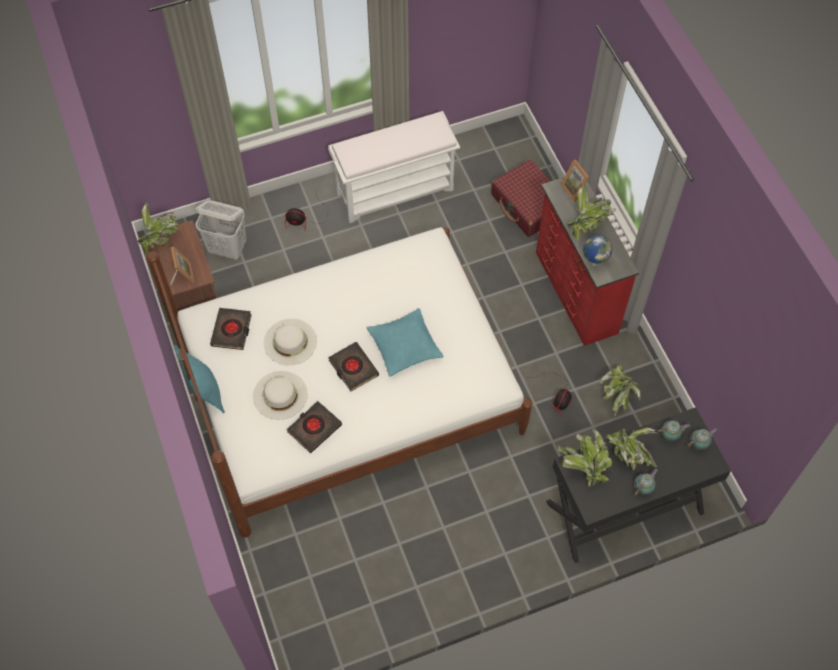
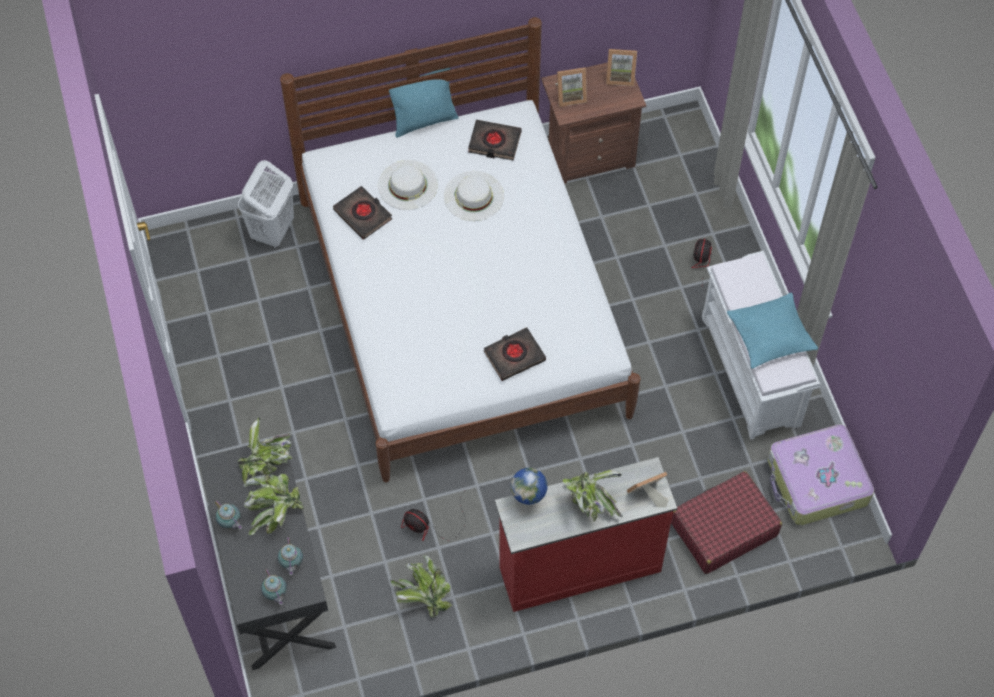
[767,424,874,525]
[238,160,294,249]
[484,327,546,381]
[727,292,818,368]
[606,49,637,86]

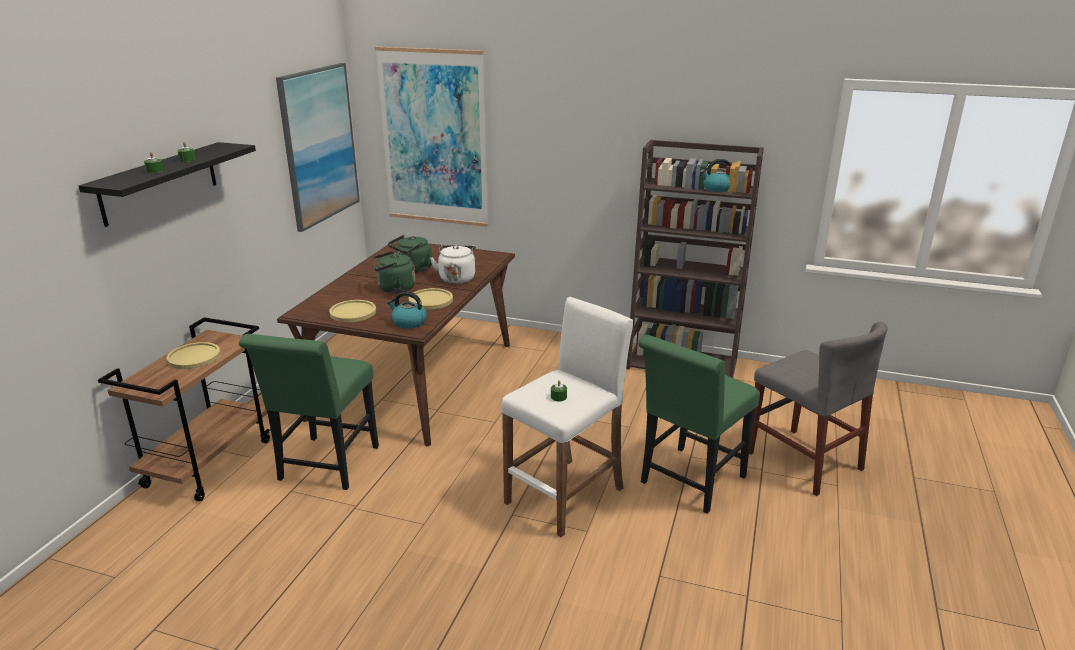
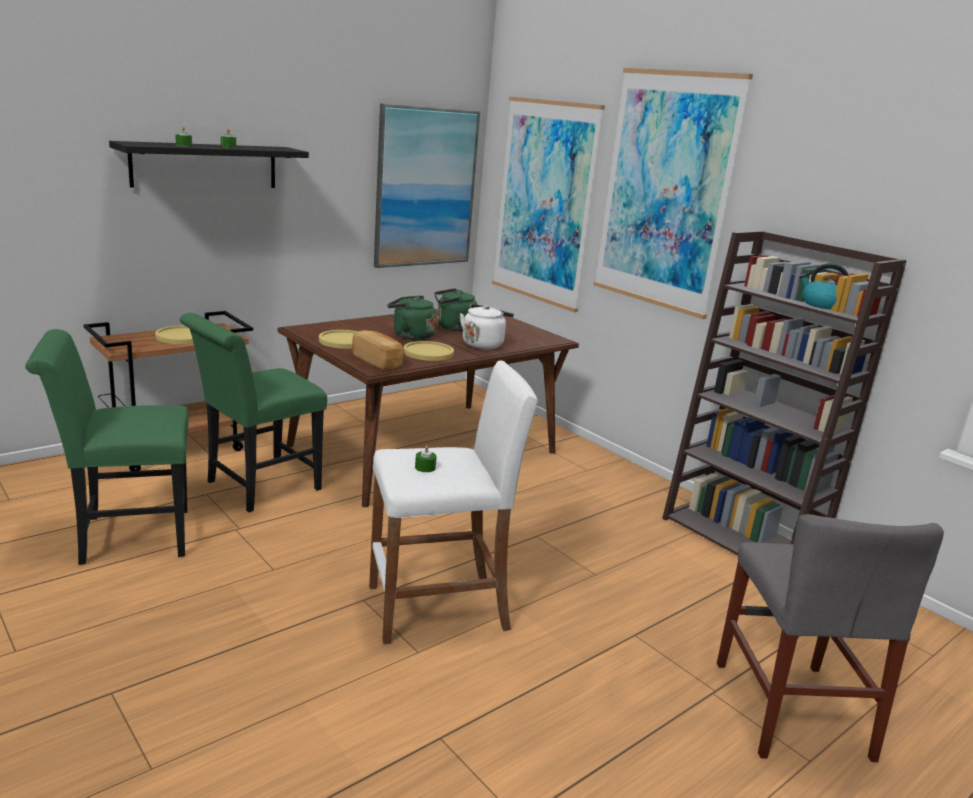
[593,68,753,319]
[25,329,189,565]
[352,330,403,371]

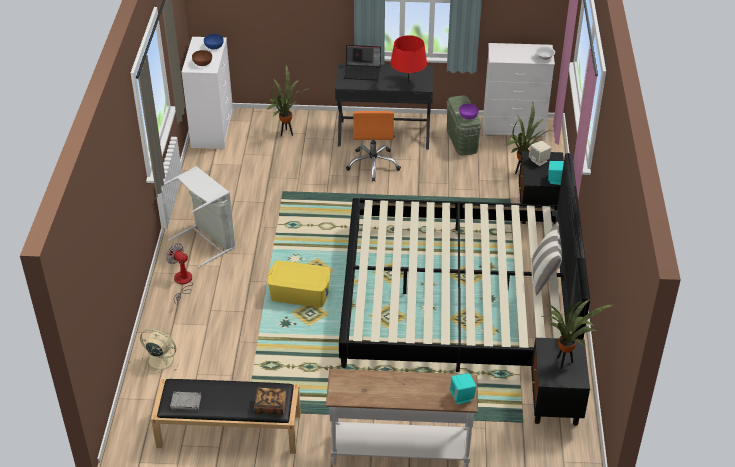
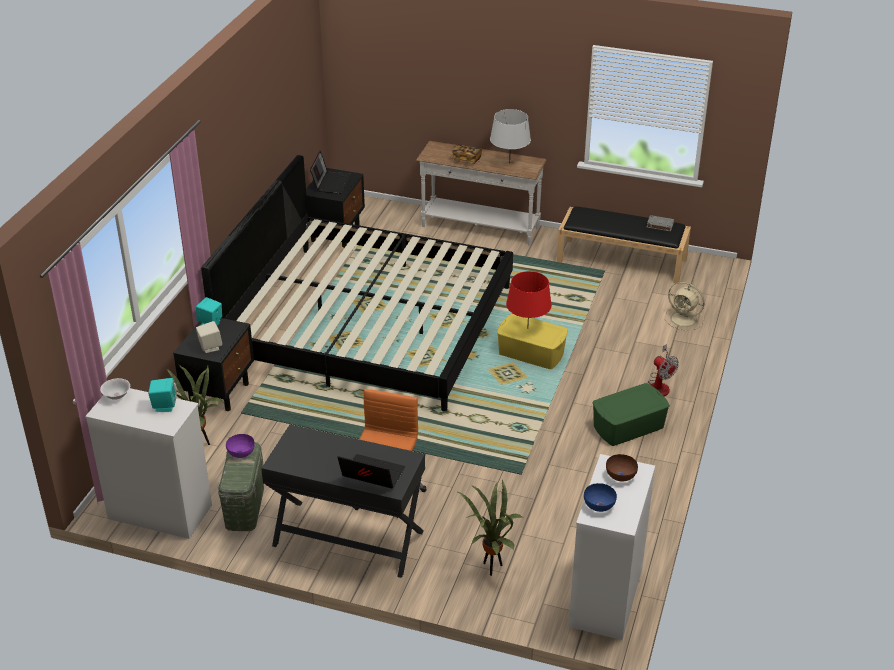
[532,222,562,295] (first image)
[490,109,531,163]
[452,144,482,164]
[506,271,552,329]
[148,378,177,412]
[593,383,670,446]
[310,151,351,194]

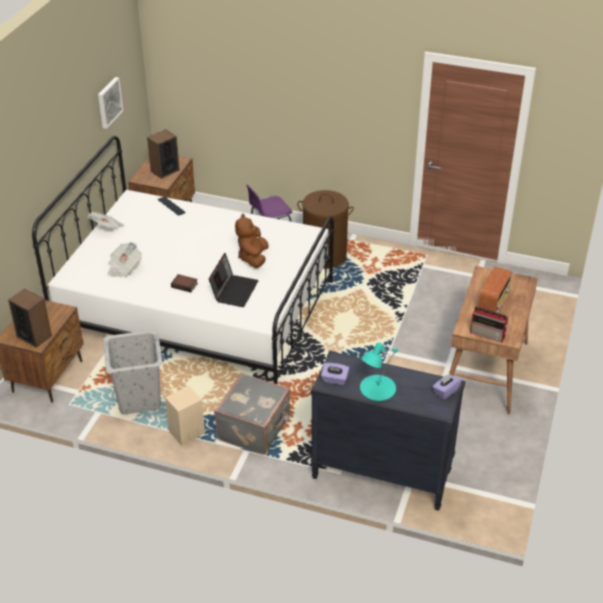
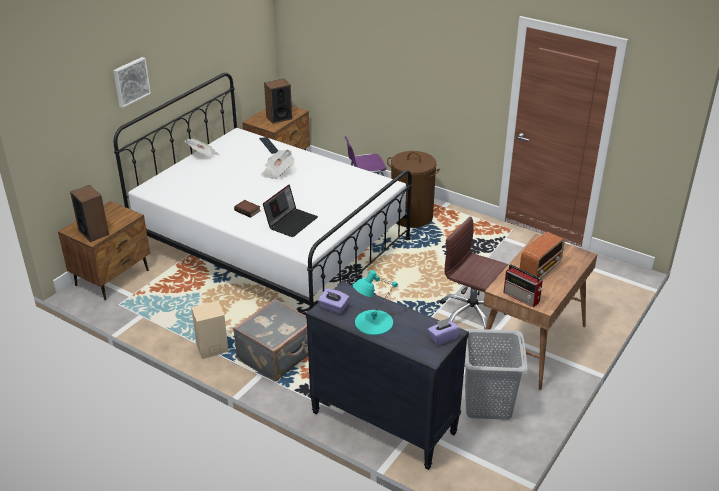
[235,214,269,268] (first image)
[440,216,508,329]
[113,57,151,108]
[464,329,528,420]
[261,150,294,179]

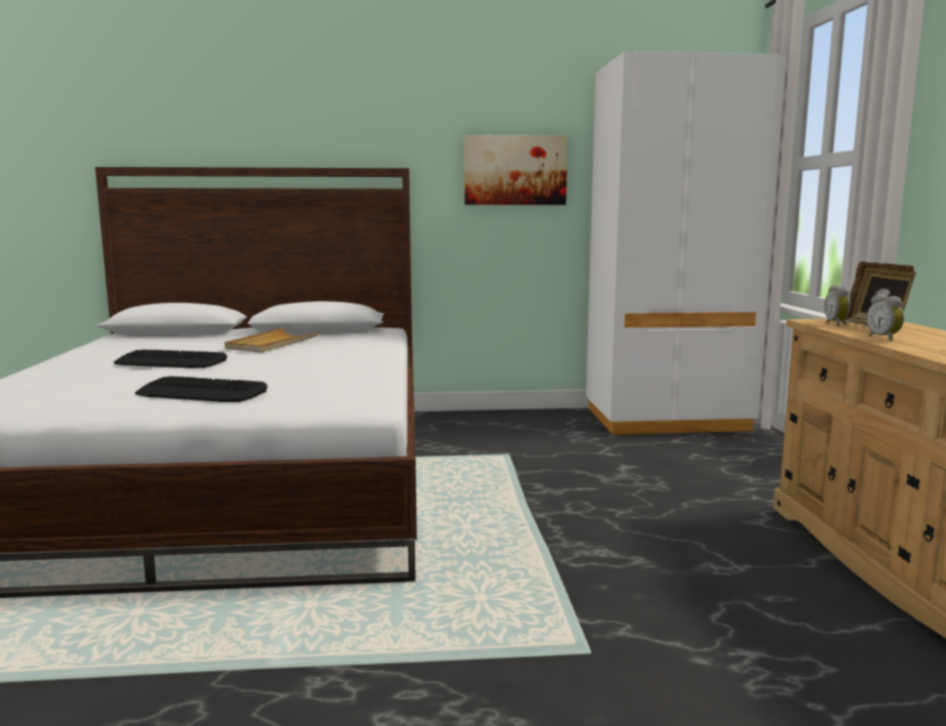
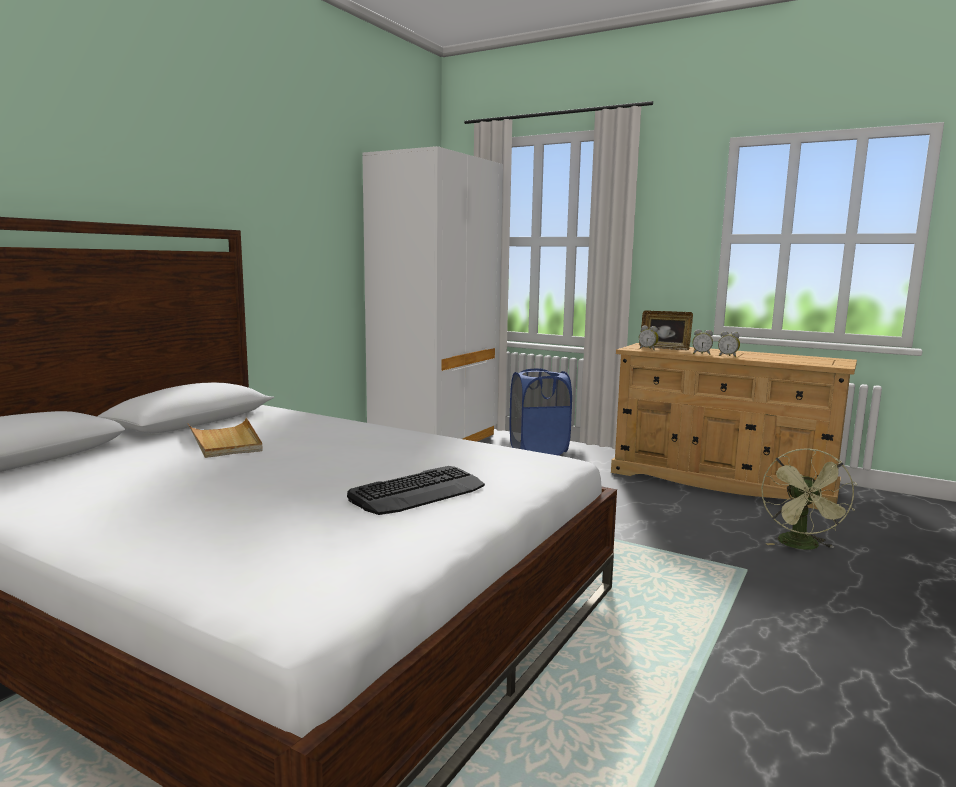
[114,349,227,368] (first image)
[464,135,568,205] (first image)
[510,368,572,456]
[718,331,740,358]
[761,448,857,550]

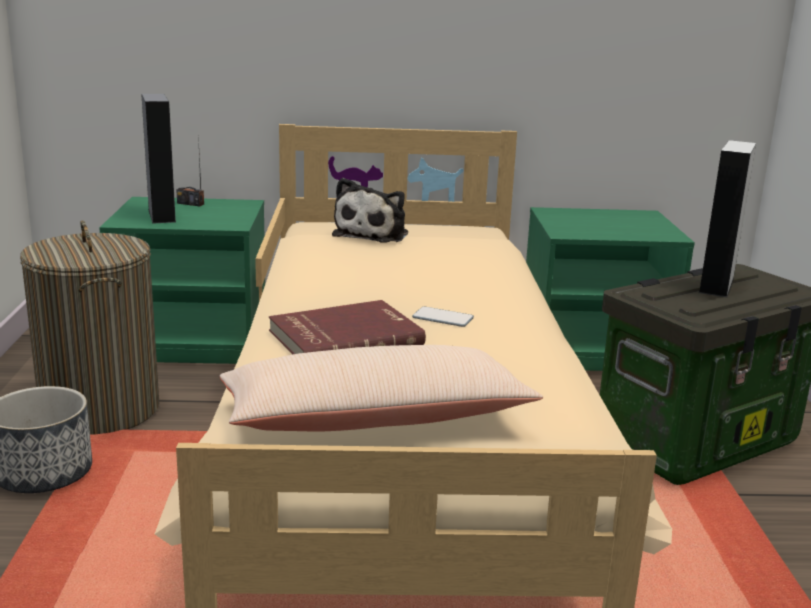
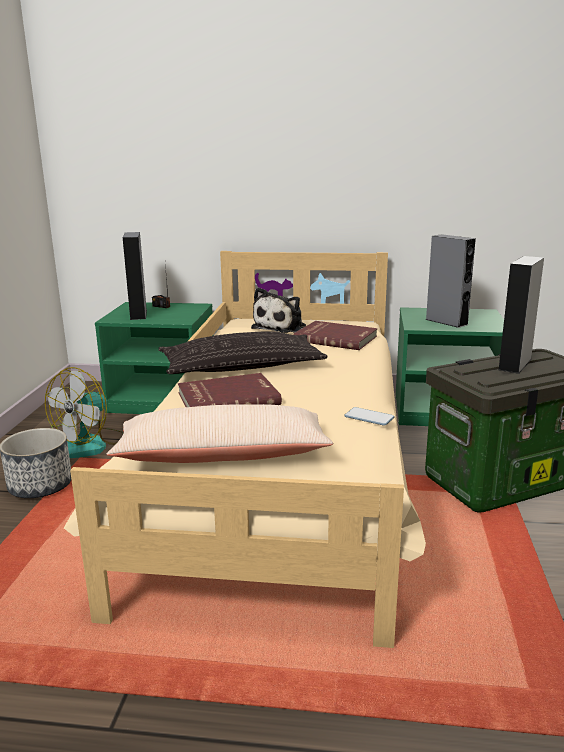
[158,331,328,374]
[294,321,378,350]
[425,234,476,328]
[344,407,394,426]
[45,367,123,458]

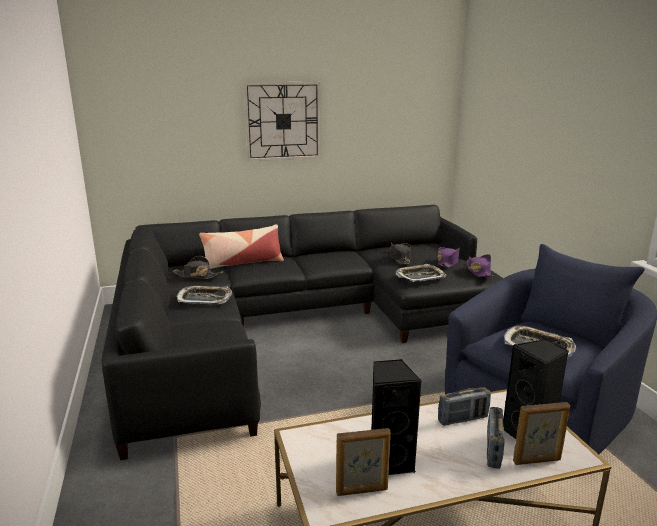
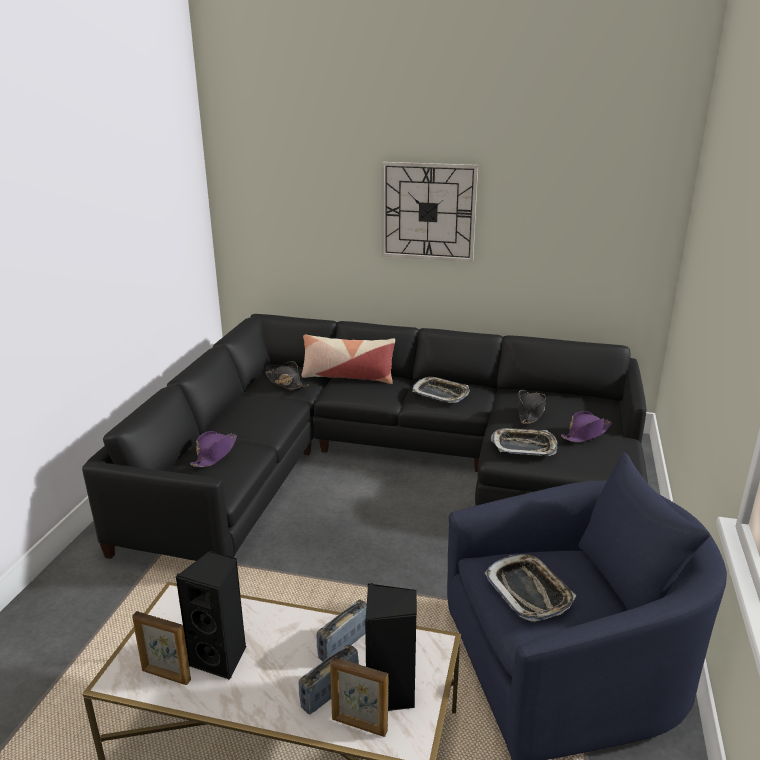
[412,377,470,403]
[190,431,237,467]
[317,599,367,662]

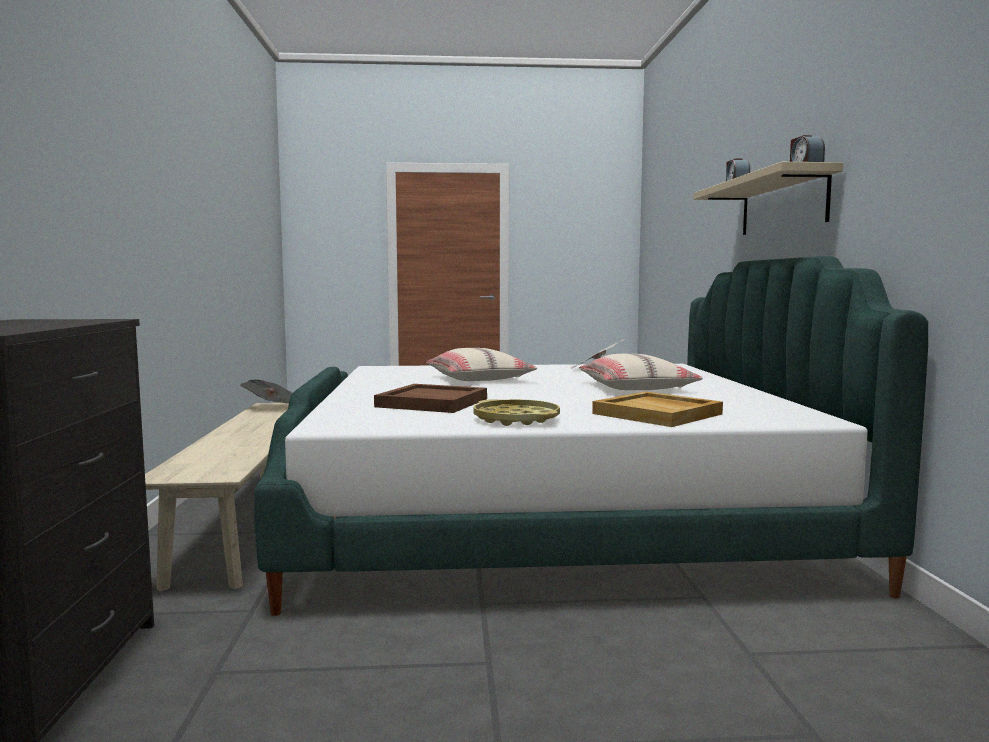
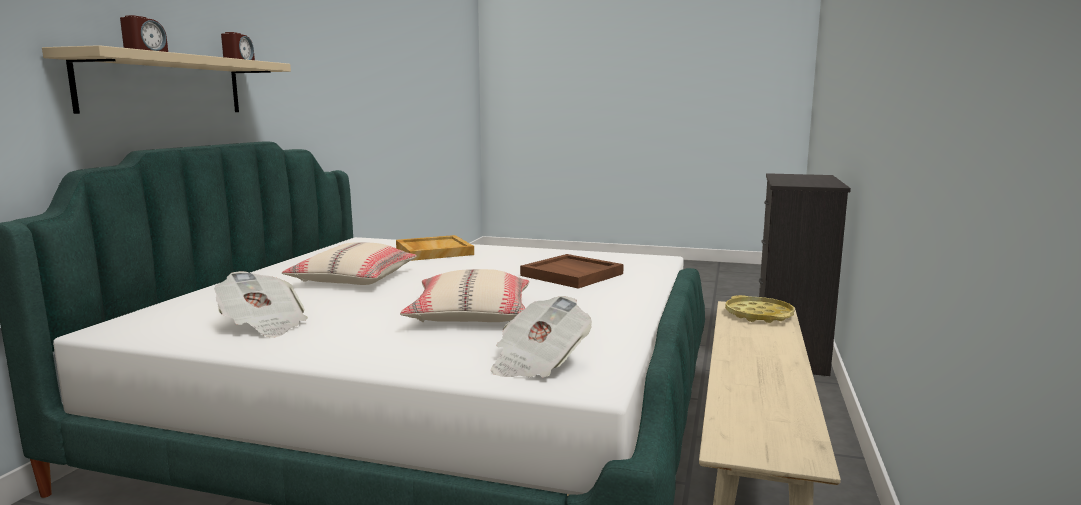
[491,296,592,378]
[725,295,794,323]

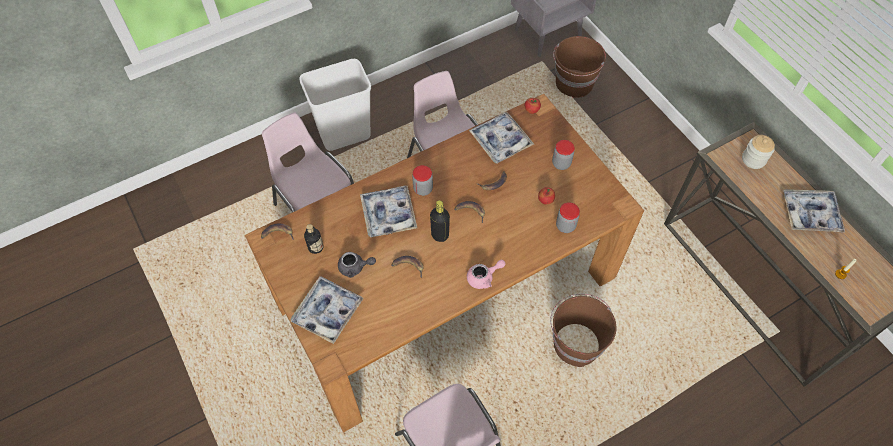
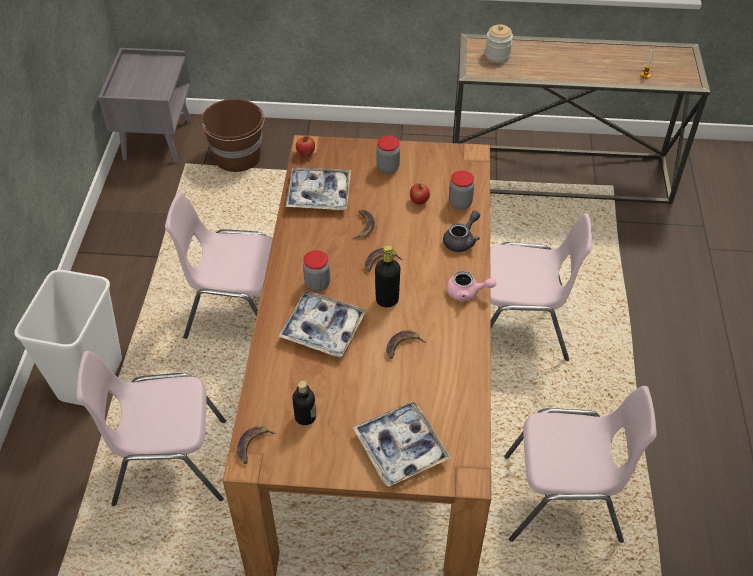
[783,189,845,233] (first image)
[443,211,480,252]
[490,213,592,361]
[447,271,496,302]

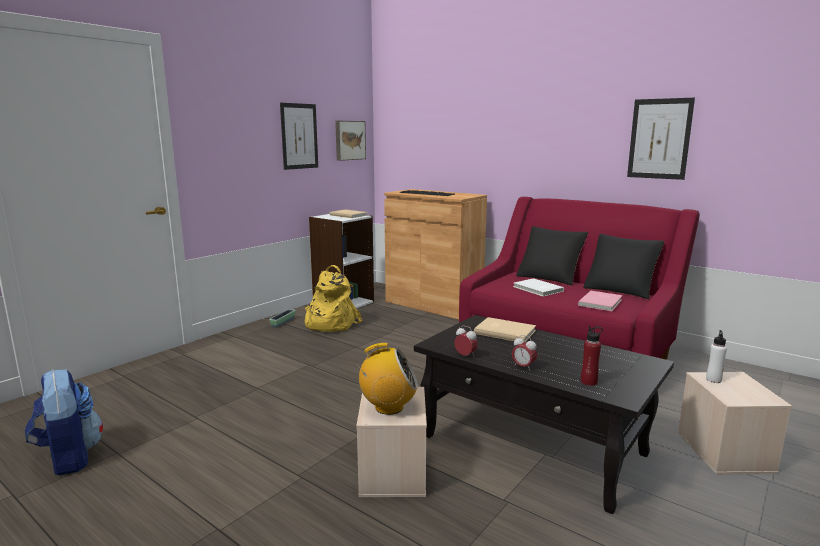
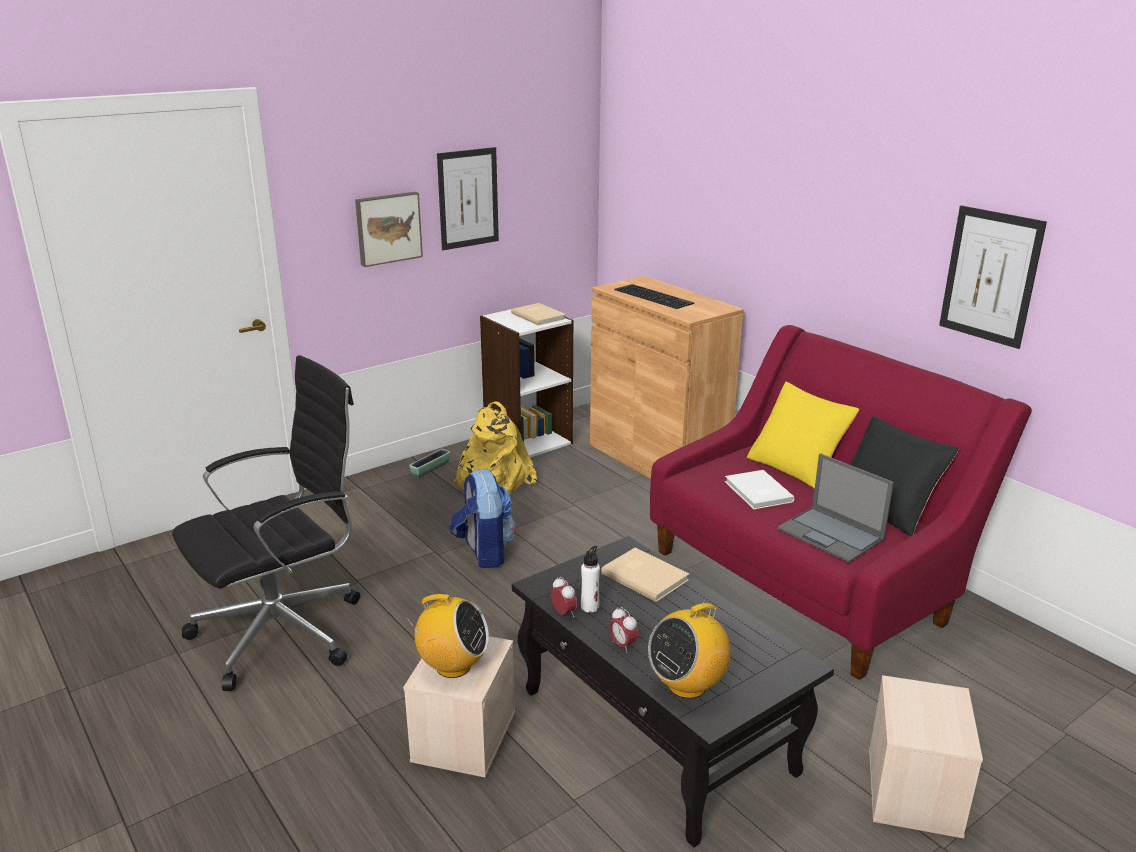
[172,355,361,691]
[449,469,515,568]
[355,192,423,267]
[581,545,600,613]
[777,453,894,563]
[648,598,731,699]
[747,382,859,489]

